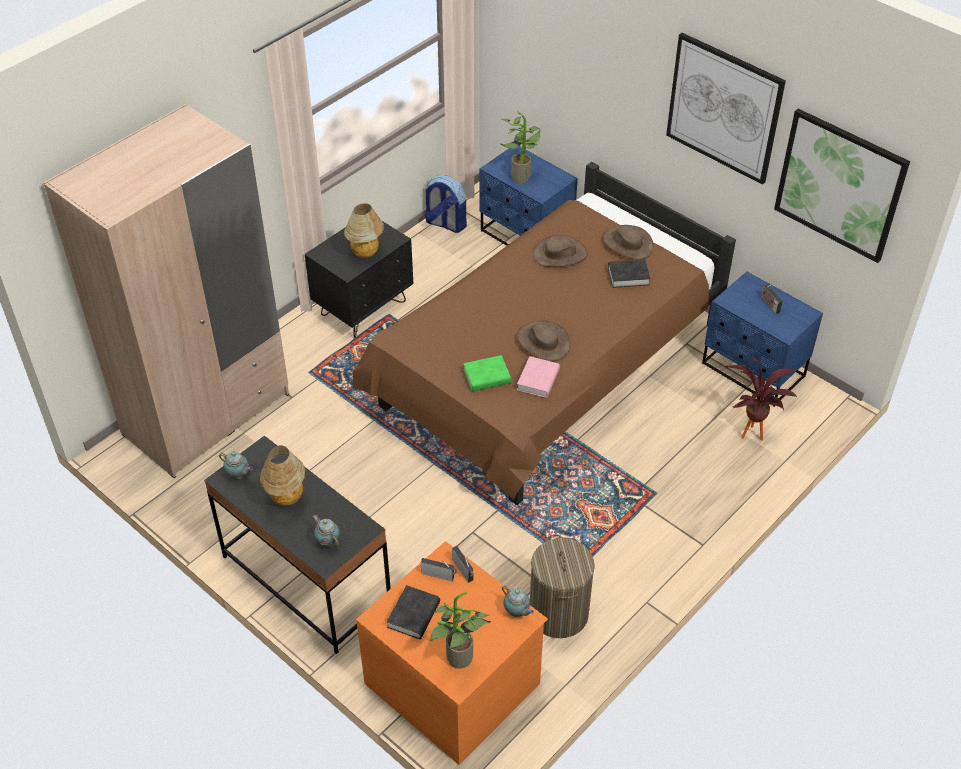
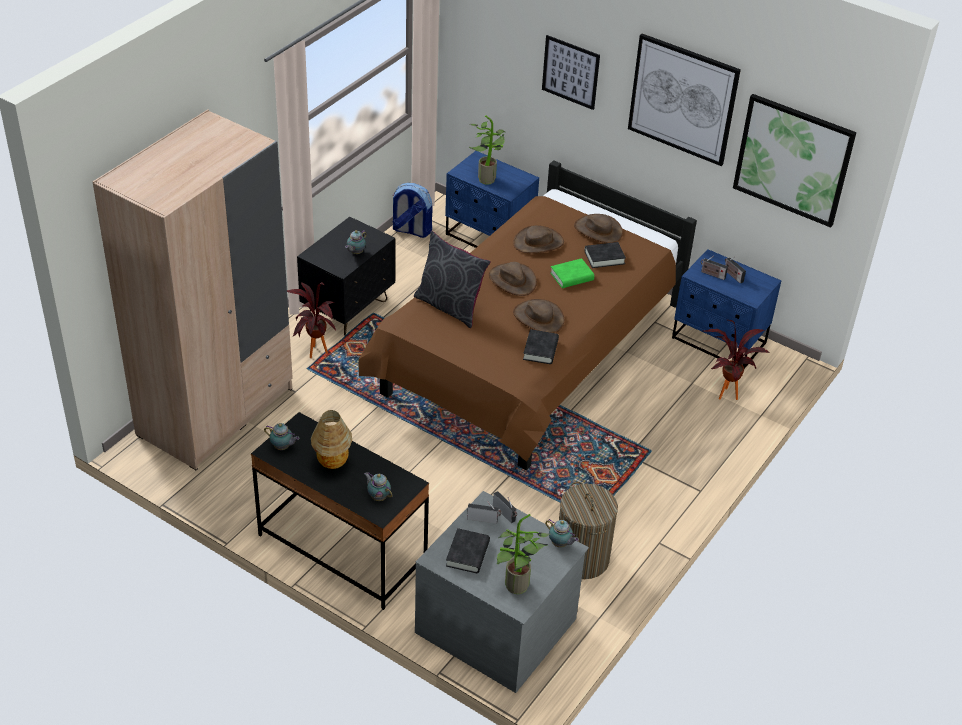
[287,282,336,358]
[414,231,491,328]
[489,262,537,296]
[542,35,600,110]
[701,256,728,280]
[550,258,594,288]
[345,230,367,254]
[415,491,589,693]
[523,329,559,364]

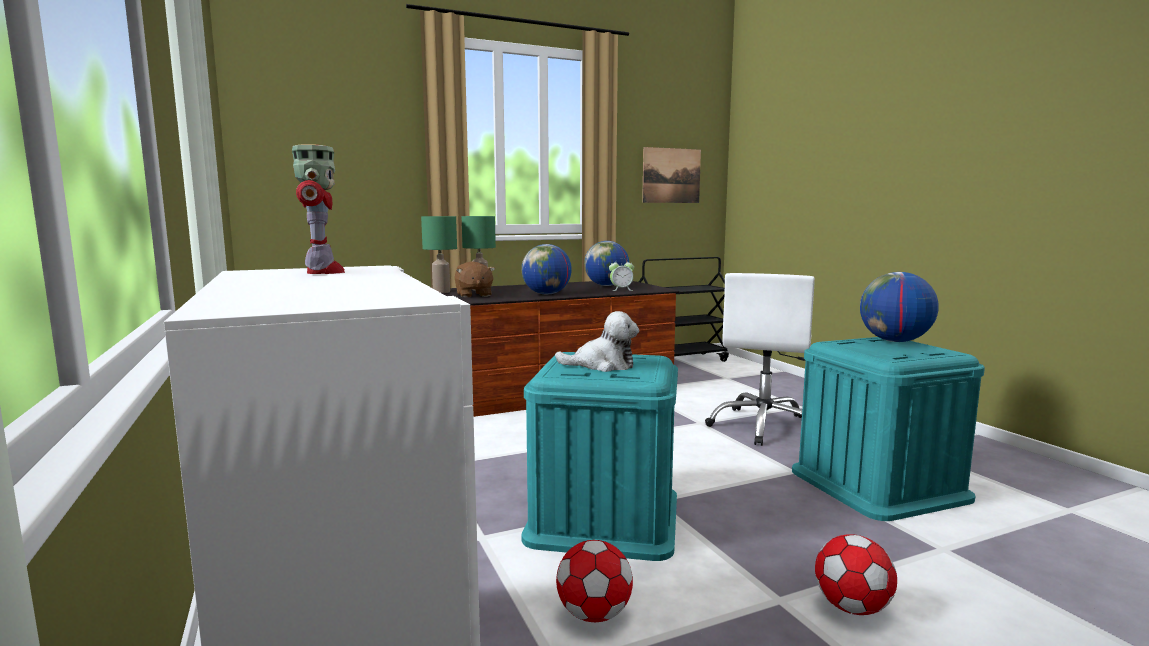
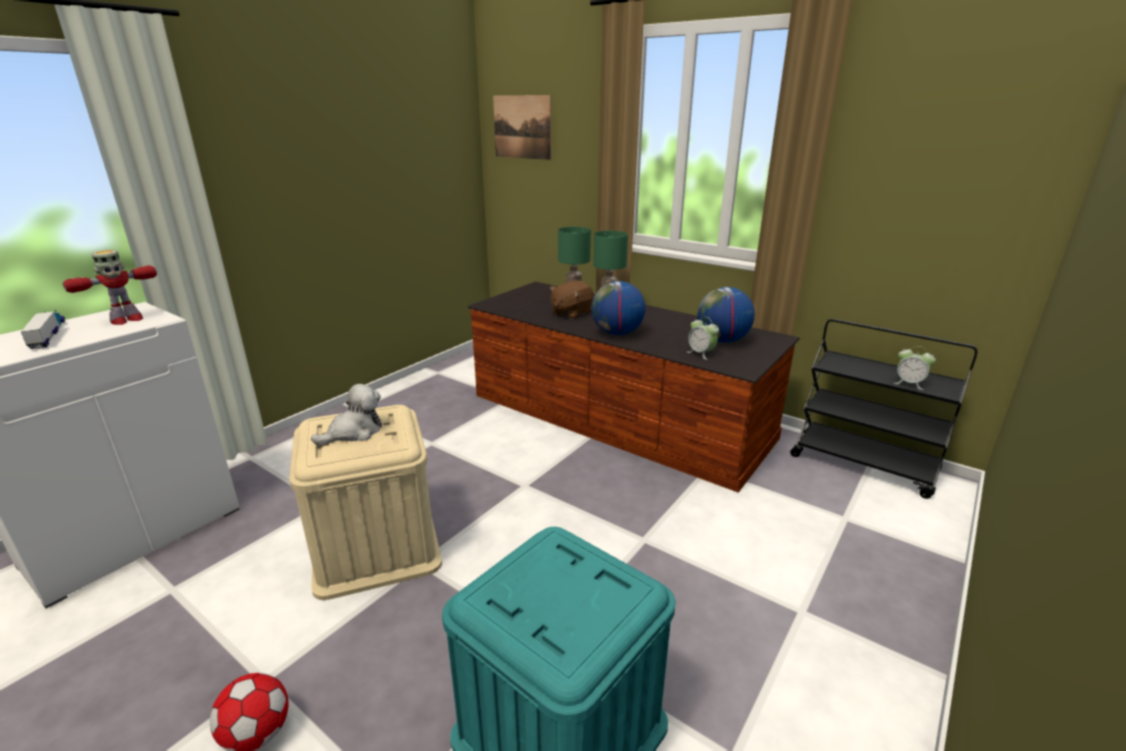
[556,540,633,622] (first image)
[705,273,815,446] (first image)
[860,272,939,342] (first image)
[21,310,65,349]
[894,346,936,390]
[493,95,551,160]
[289,405,442,600]
[311,384,382,445]

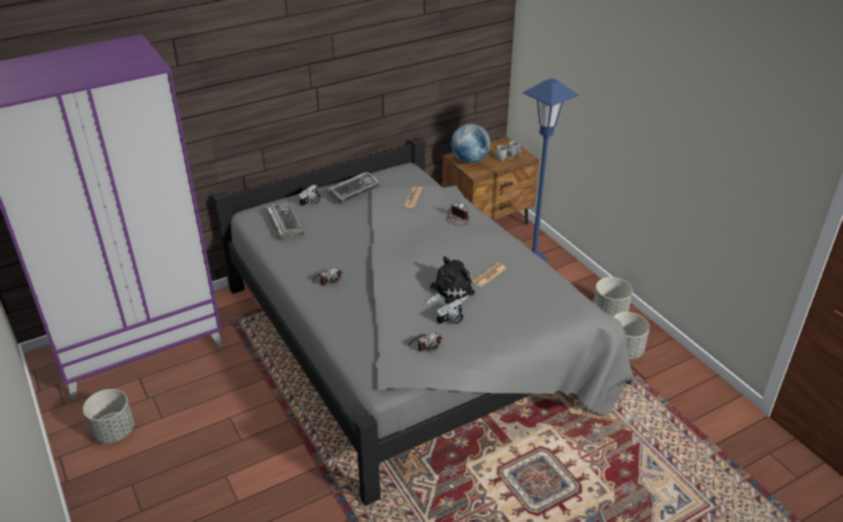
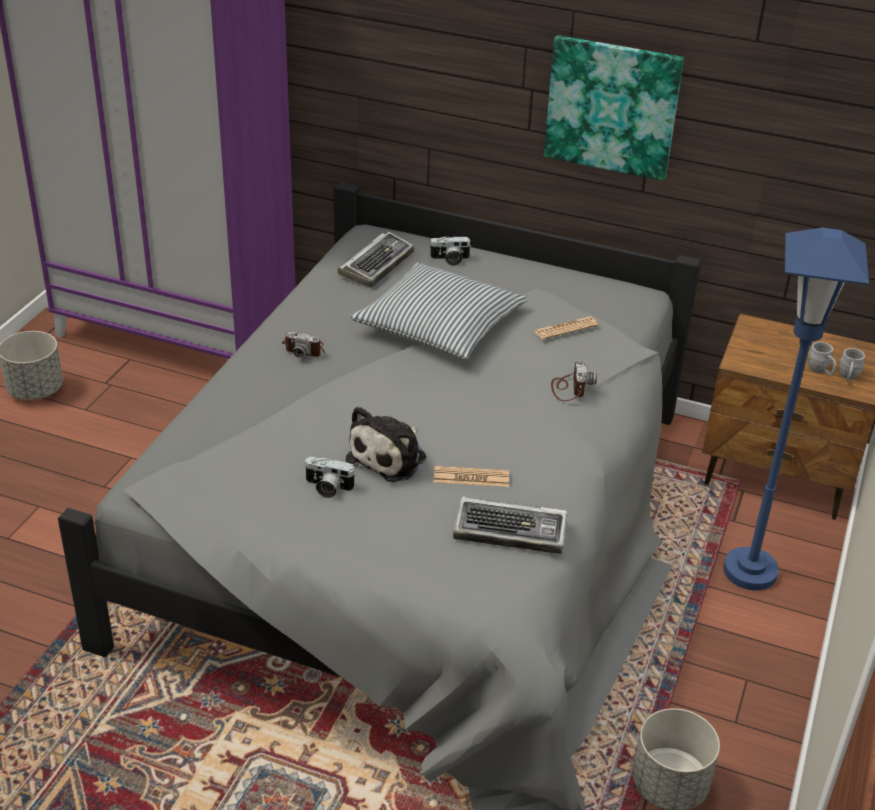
[409,332,442,351] (first image)
[451,124,490,163] (first image)
[593,277,633,316] (first image)
[350,263,528,360]
[544,35,684,181]
[453,496,568,554]
[346,406,426,482]

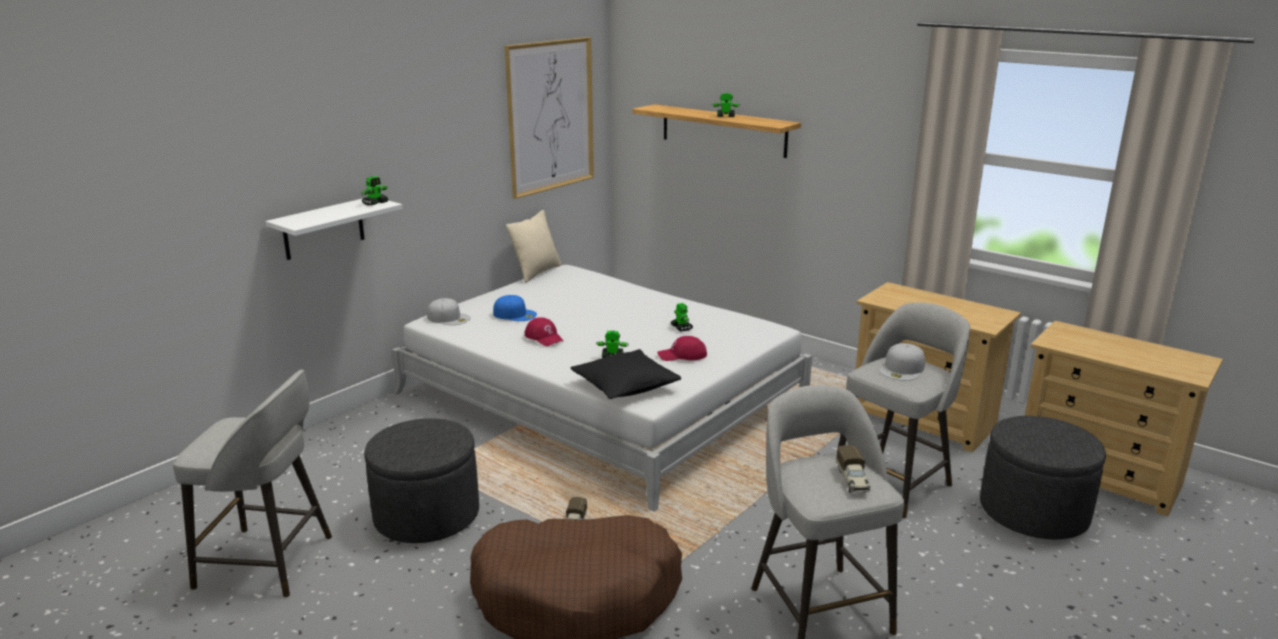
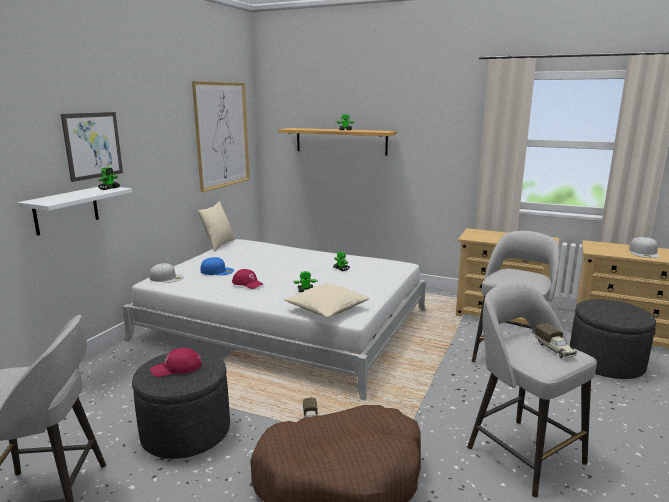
[61,112,123,182]
[150,348,202,377]
[629,237,660,258]
[284,283,369,317]

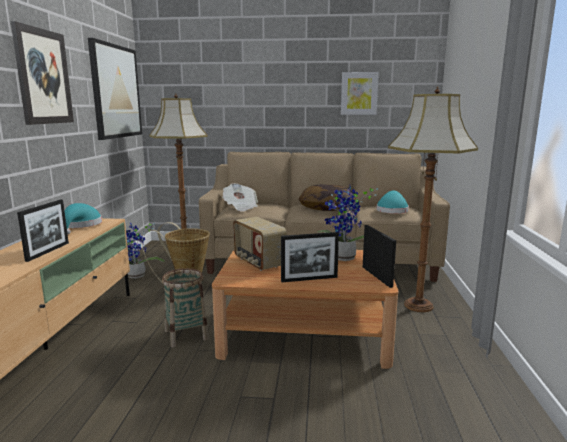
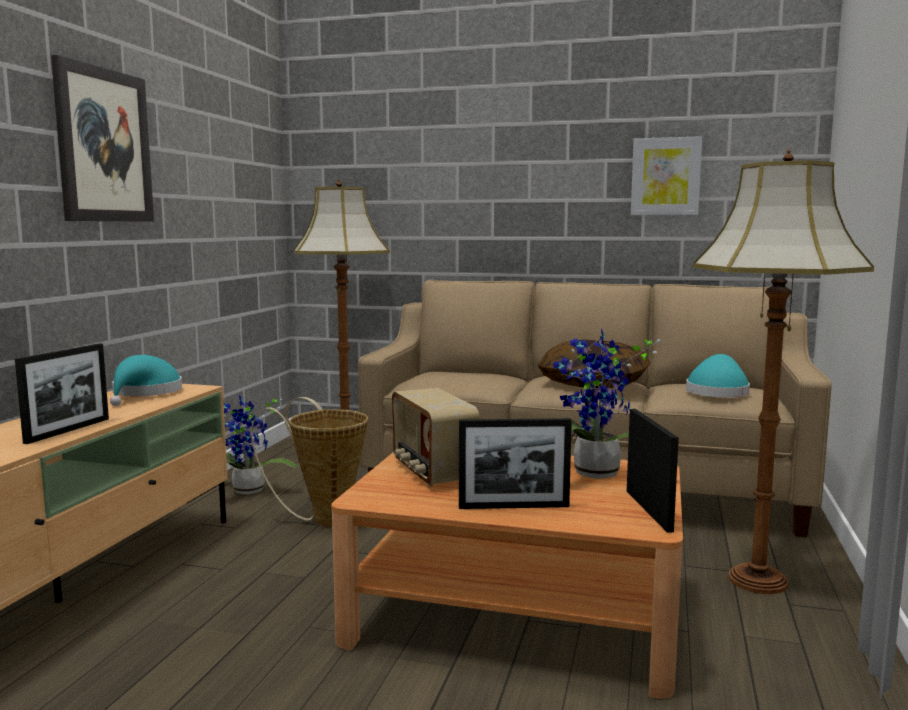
[88,38,142,140] (first image)
[162,268,209,348] (first image)
[222,183,258,212] (first image)

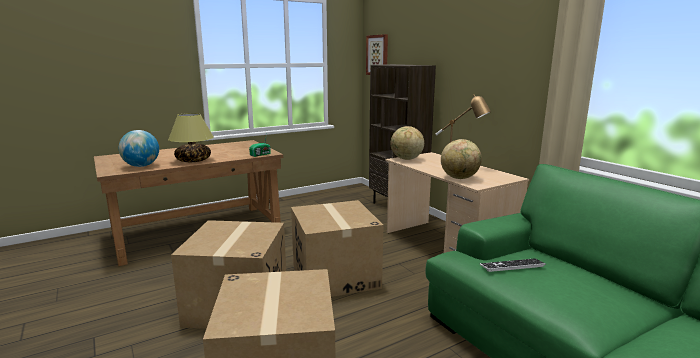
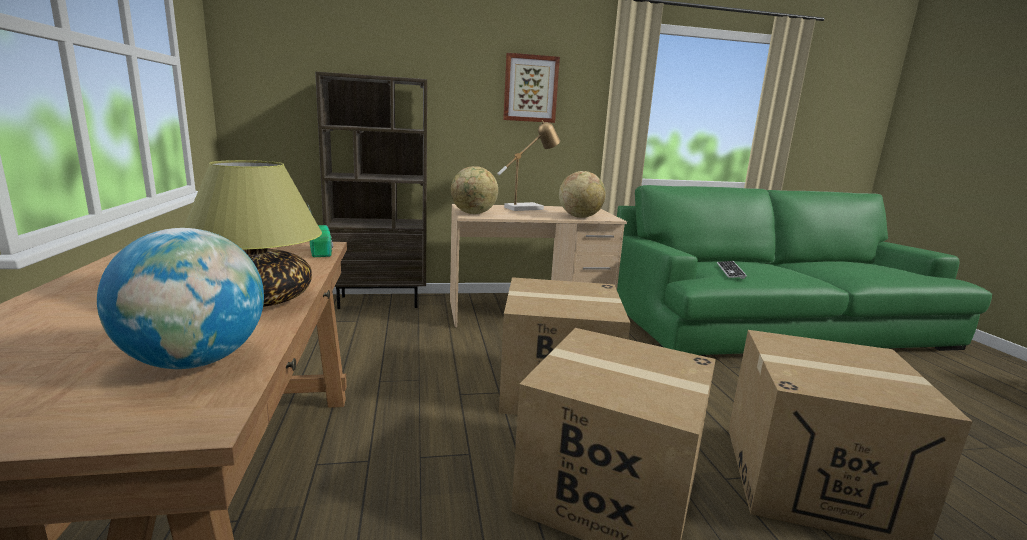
[503,53,560,123]

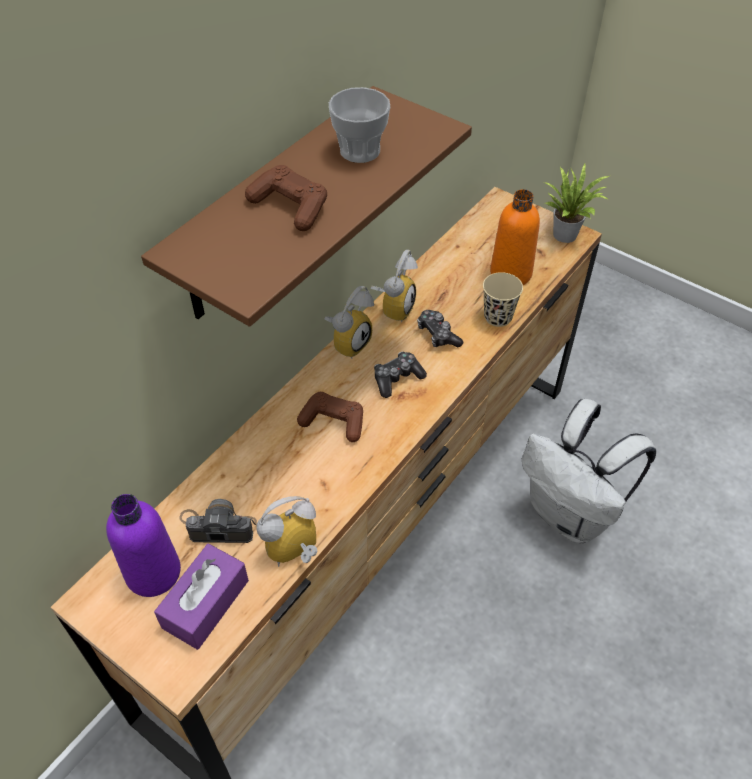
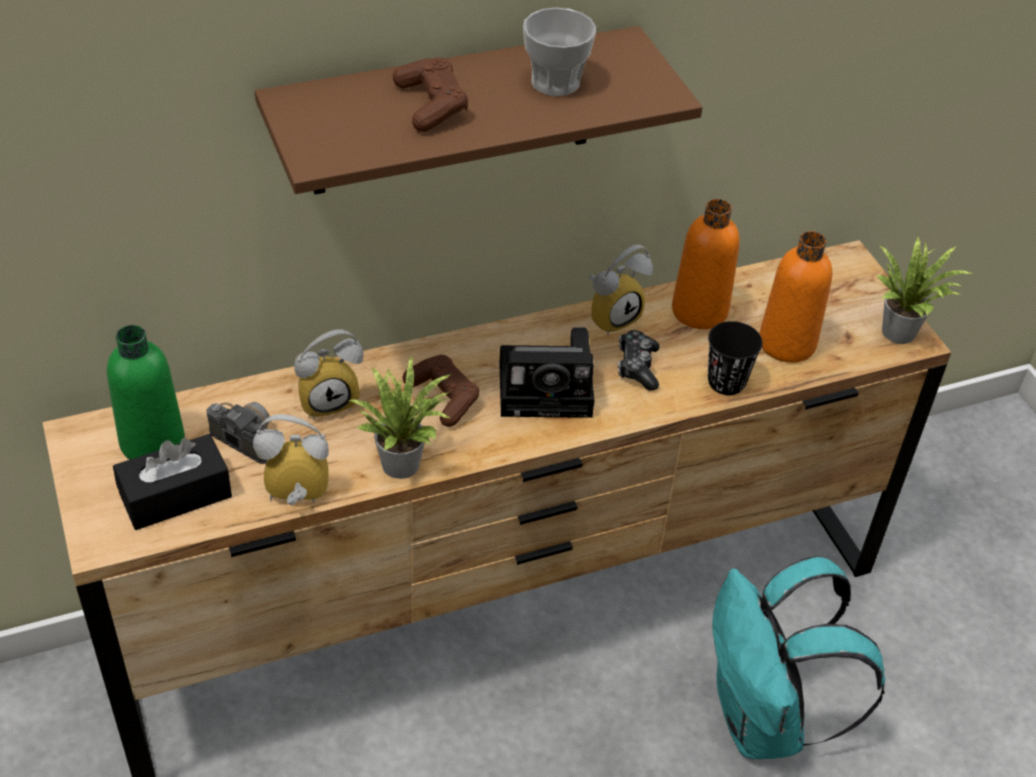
[349,356,452,479]
[672,199,740,329]
[294,329,364,419]
[499,327,594,418]
[107,325,185,460]
[113,434,232,530]
[708,321,763,395]
[712,556,885,759]

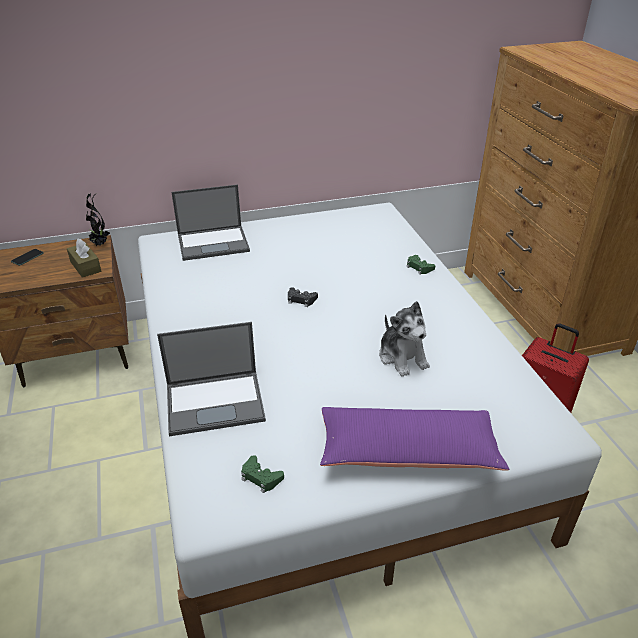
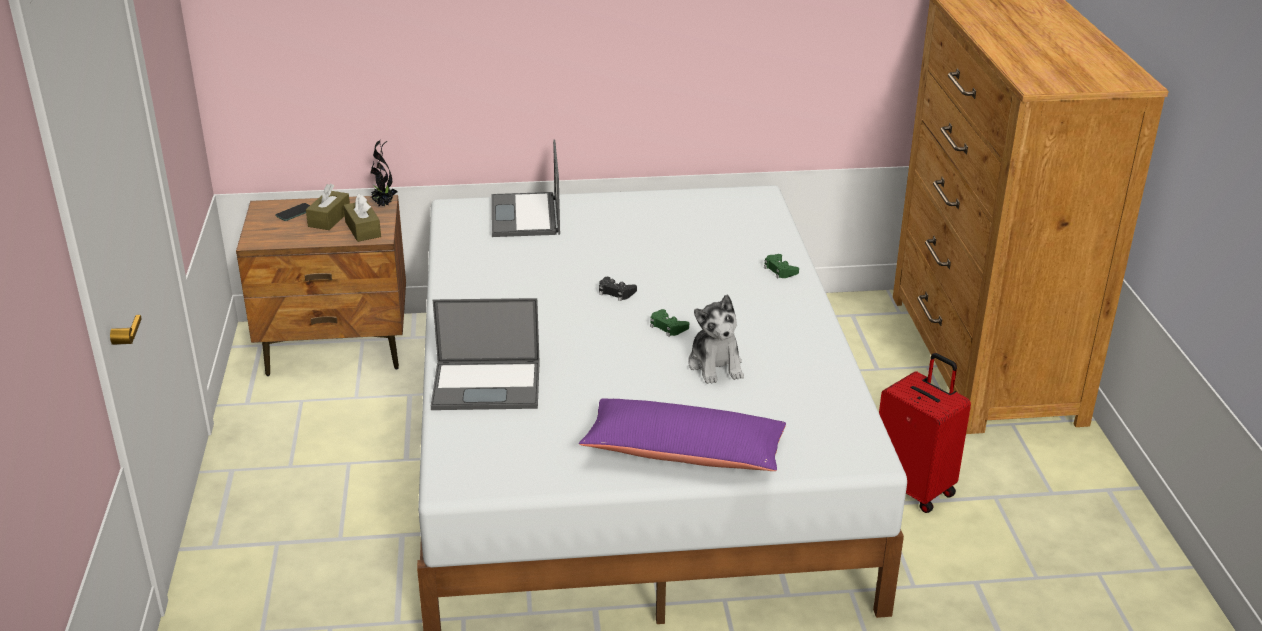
[306,183,350,230]
[650,309,689,337]
[492,139,560,237]

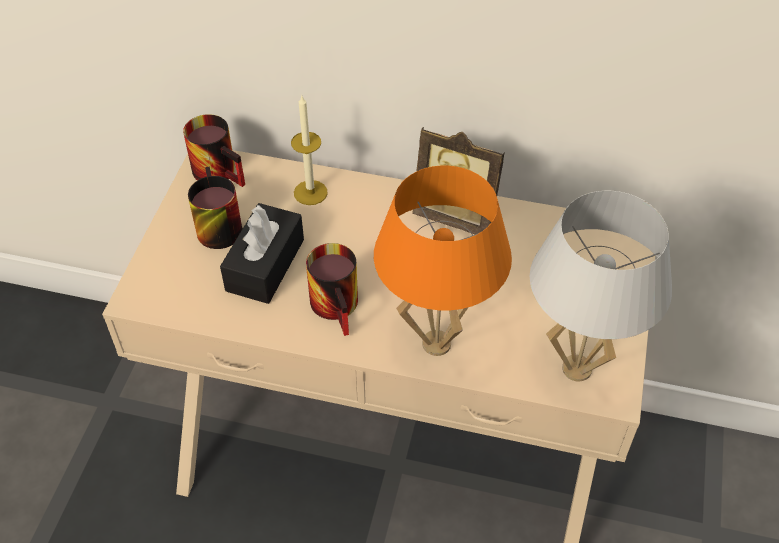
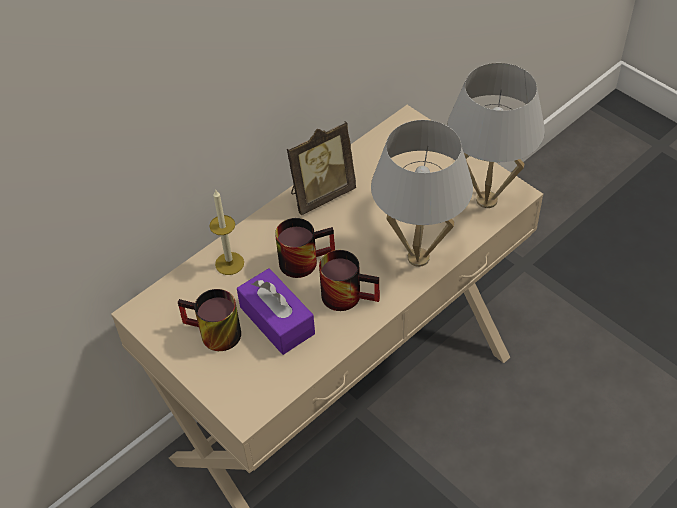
[275,218,335,278]
[237,268,315,355]
[371,120,473,267]

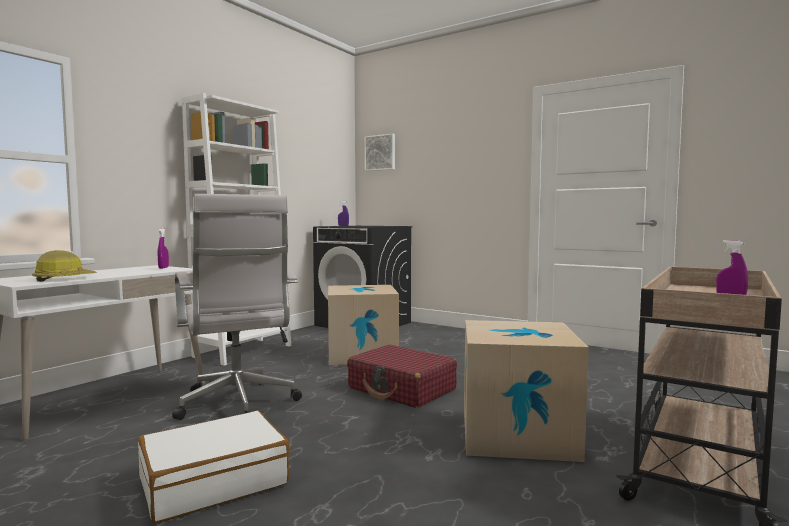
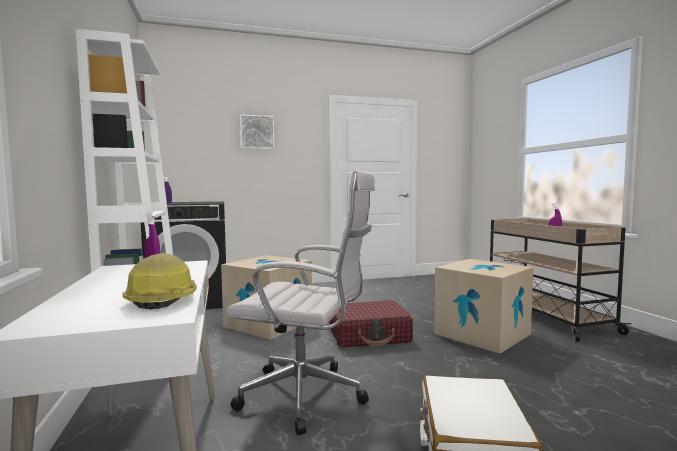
[240,114,274,149]

